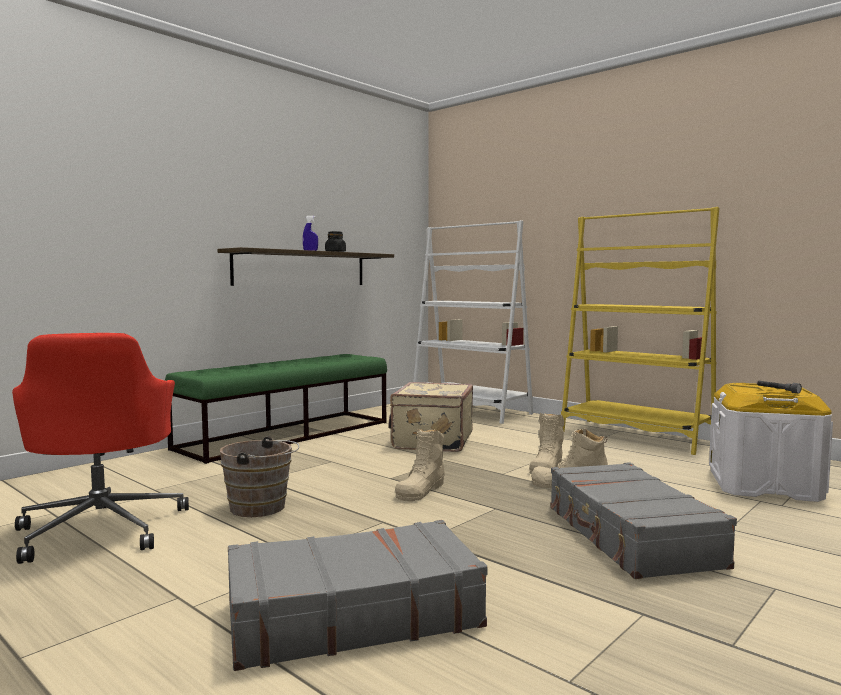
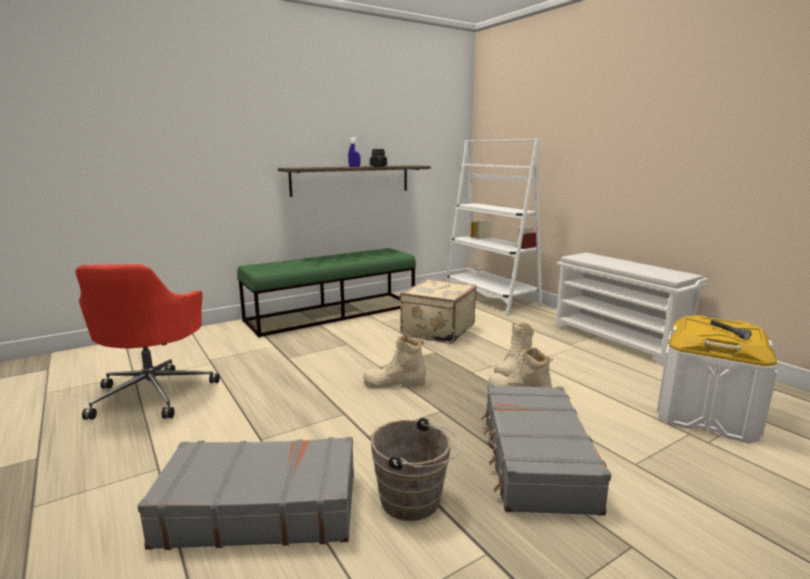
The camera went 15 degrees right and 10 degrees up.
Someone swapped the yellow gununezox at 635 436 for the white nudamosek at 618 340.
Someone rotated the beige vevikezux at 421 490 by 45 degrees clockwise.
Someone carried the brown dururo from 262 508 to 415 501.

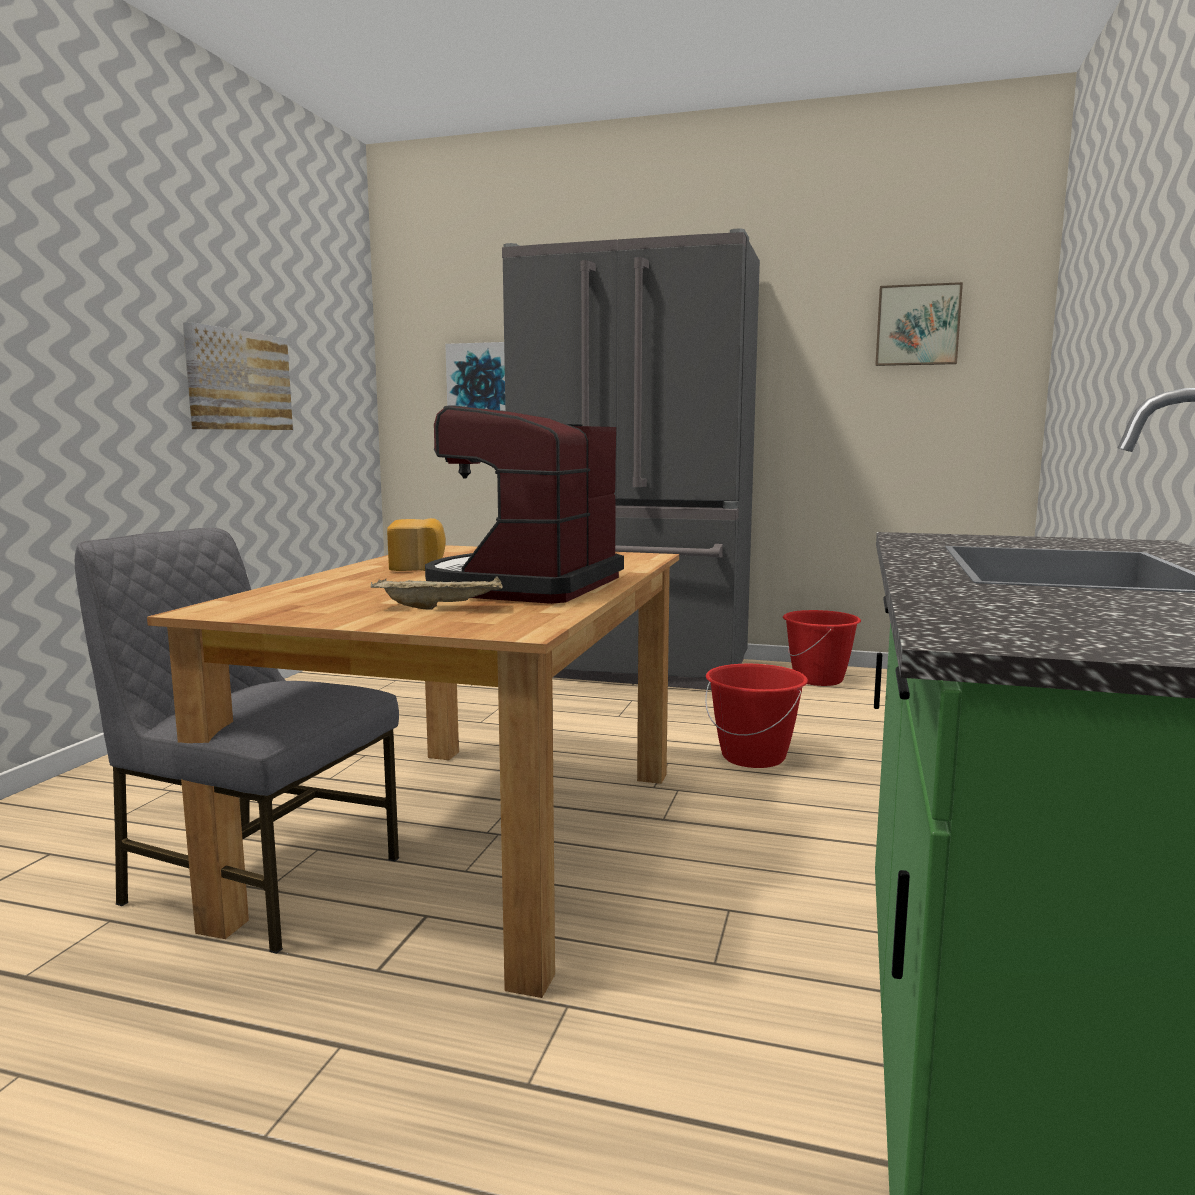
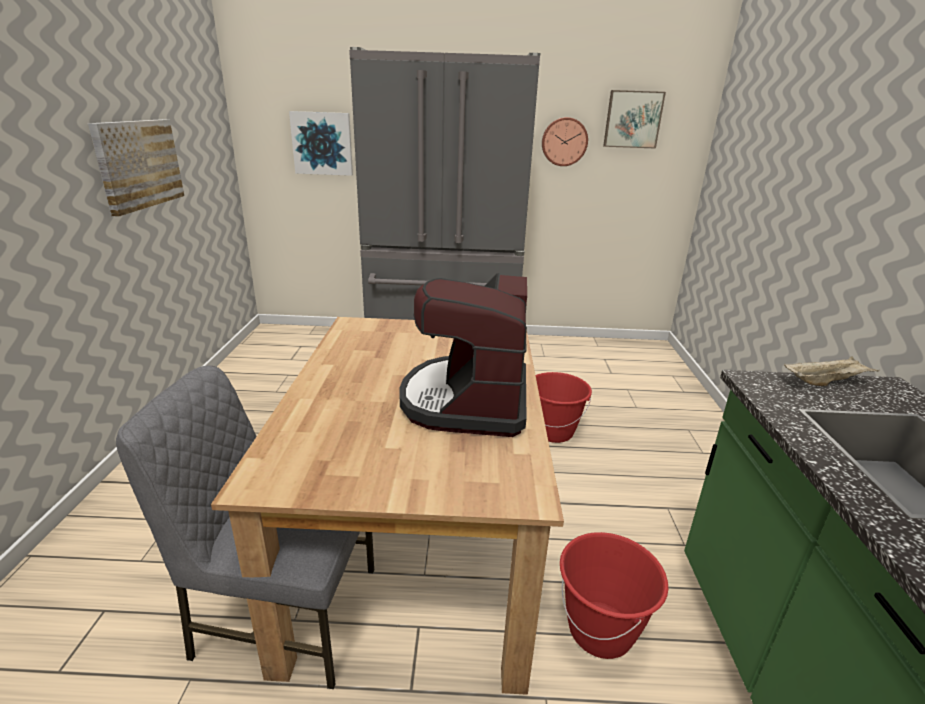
The camera went 15 degrees left and 15 degrees up.
Someone took away the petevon at 419 565.
Someone carried the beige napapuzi from 441 607 to 825 382.
Someone carried the red dururo from 818 679 to 600 630.
Someone put up the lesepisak at 564 141.

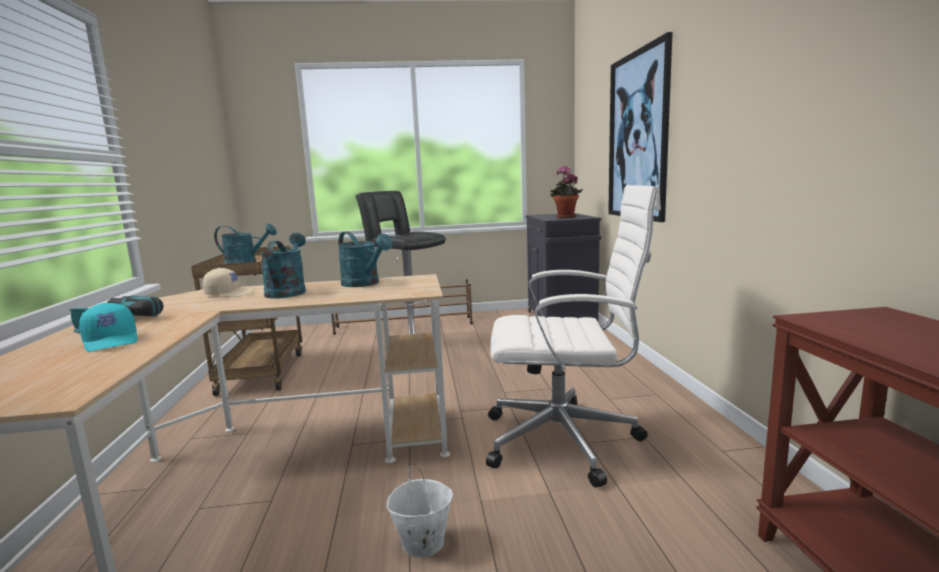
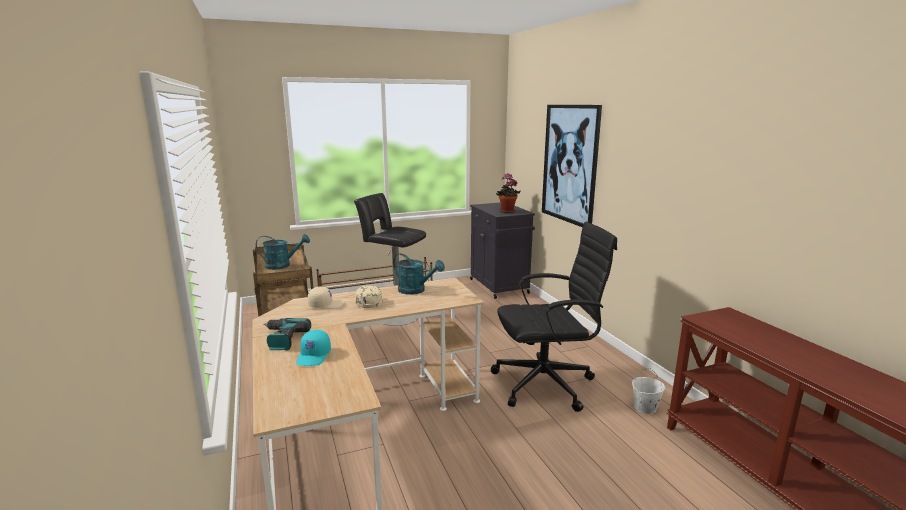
The camera went 15 degrees left and 5 degrees up.
Someone repainted the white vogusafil at 565 440, which became the black vogusafil at 546 384.
Someone swapped the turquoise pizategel at 288 291 for the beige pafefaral at 367 300.
Someone rotated the turquoise pafefaral at 112 341 by 60 degrees clockwise.
Someone carried the white dururo from 422 543 to 645 408.

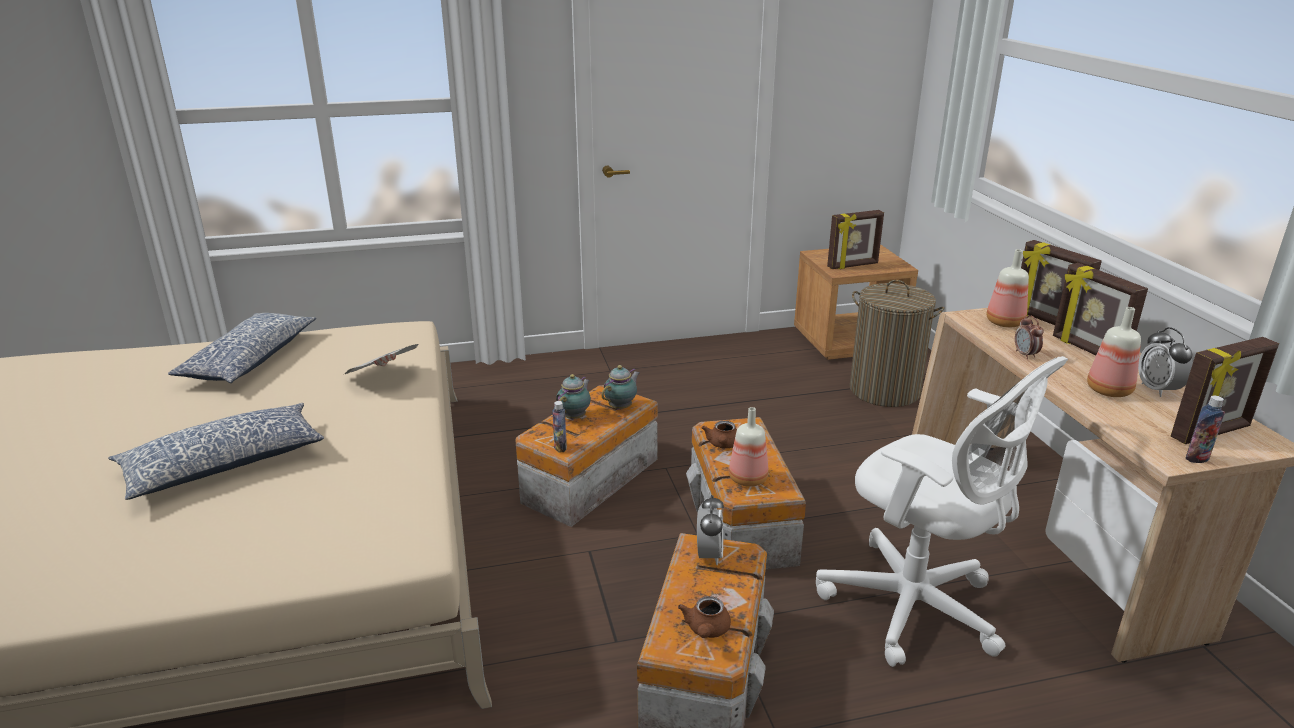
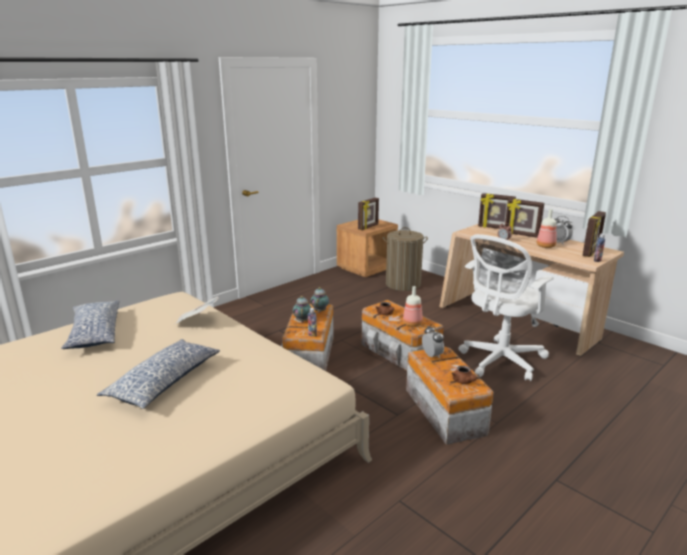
The camera went 30 degrees left and 5 degrees down.
Someone took away the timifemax at 1004 322.
Someone rotated the white vogusafil at 917 609 by 120 degrees clockwise.

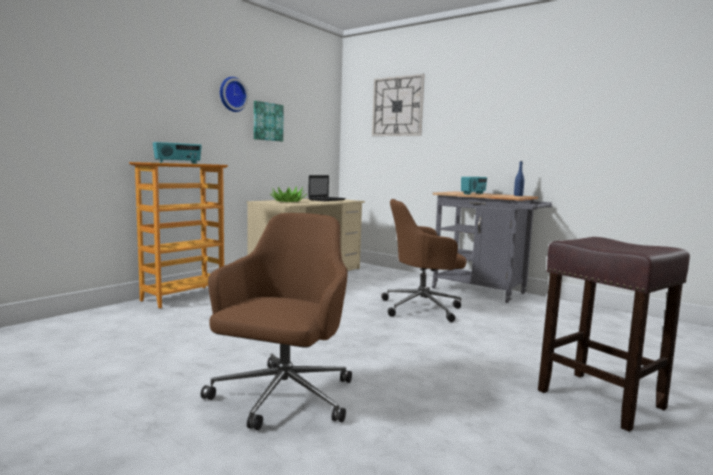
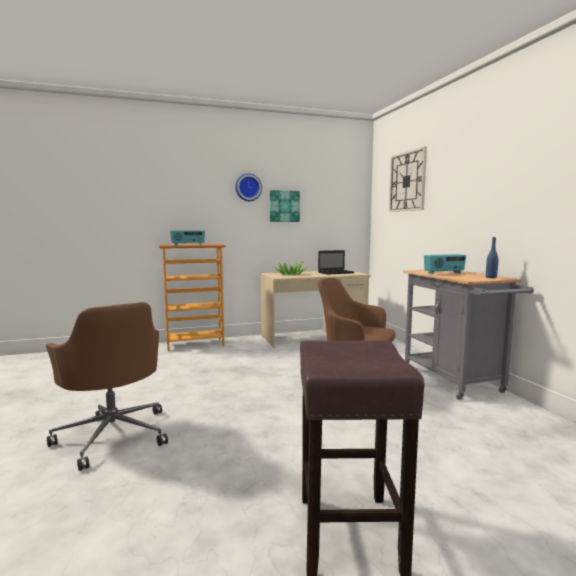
The camera went 35 degrees right and 0 degrees up.
Someone rotated the brown vogusafil at 282 398 by 90 degrees clockwise.

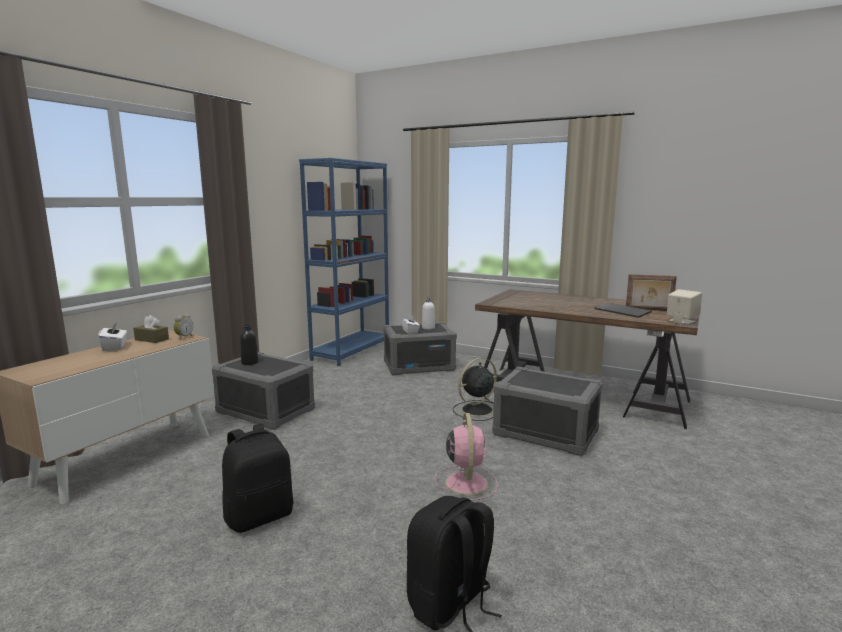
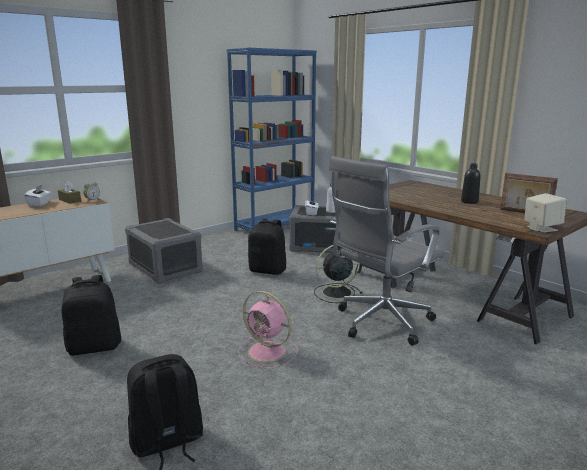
The camera went 20 degrees right and 5 degrees up.
Someone took away the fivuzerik at 623 311.
Someone carried the black timifemax from 250 362 to 469 202.
Someone swapped the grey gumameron at 544 433 for the grey vogusafil at 380 323.
Someone rotated the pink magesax at 466 482 by 105 degrees clockwise.
Someone put down the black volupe at 268 270.

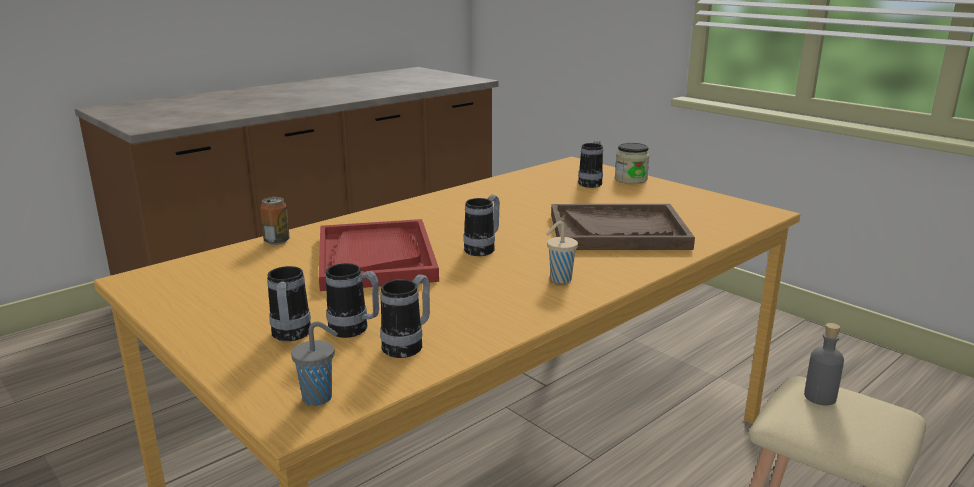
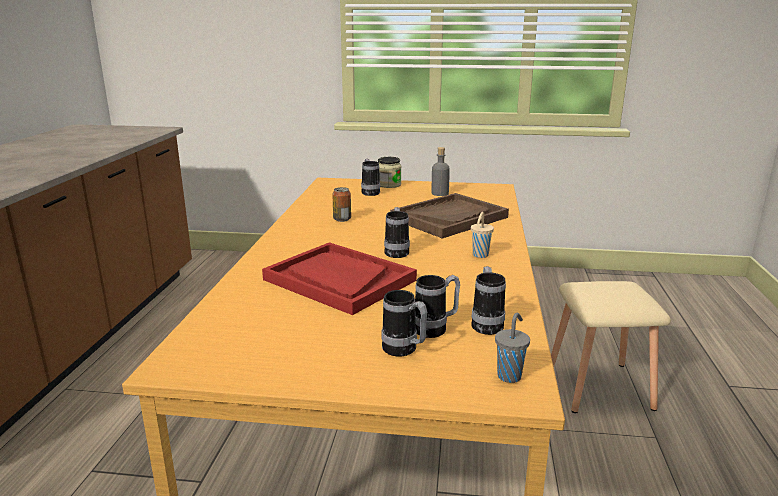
The camera went 40 degrees left and 0 degrees up.
Someone carried the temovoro from 277 241 to 342 219.
Someone carried the grey timifemax from 819 397 to 440 193.

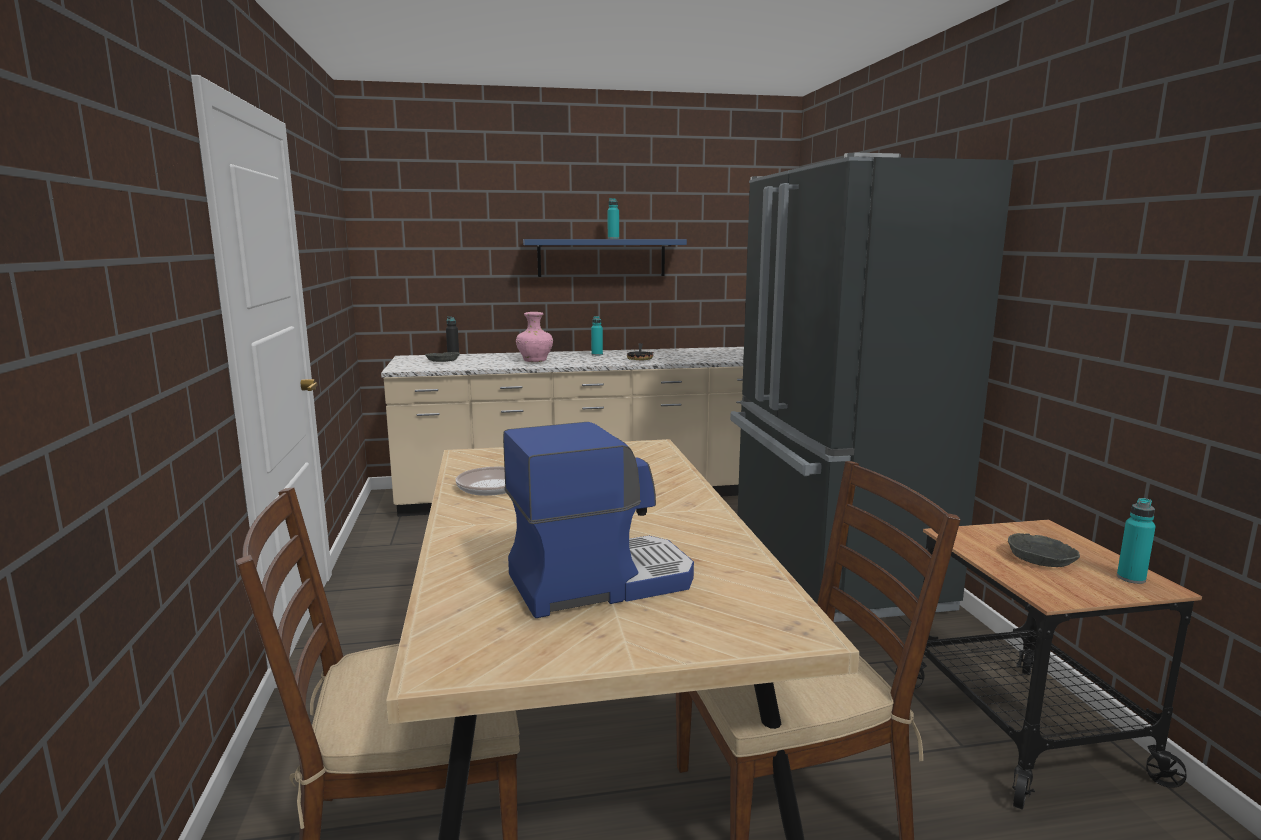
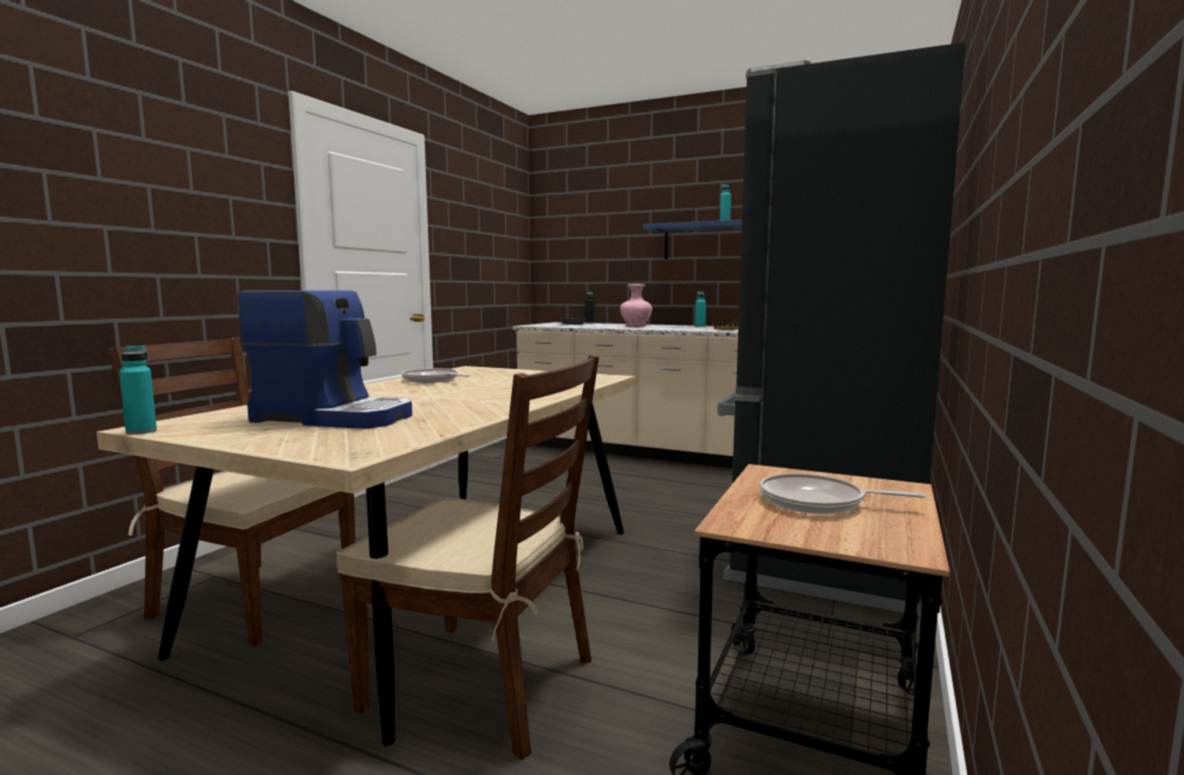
The camera went 35 degrees right and 5 degrees down.
Someone carried the turquoise timifemax from 1131 578 to 141 431.
Someone swapped the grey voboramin at 1042 558 for the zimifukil at 817 502.

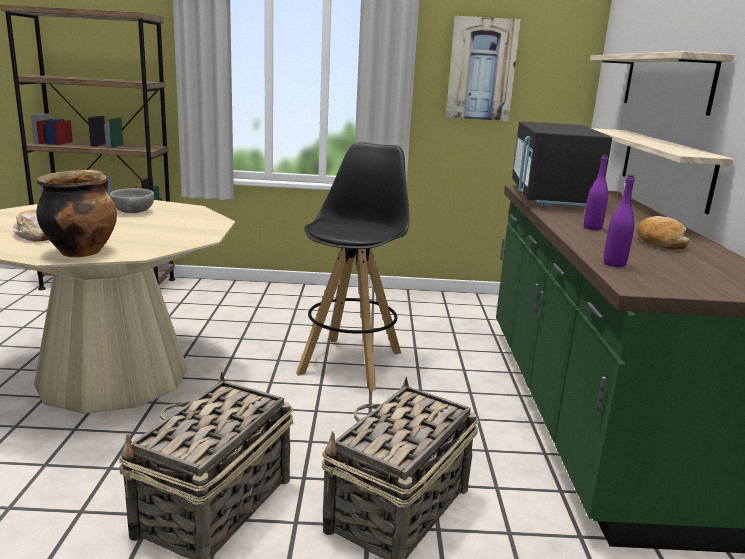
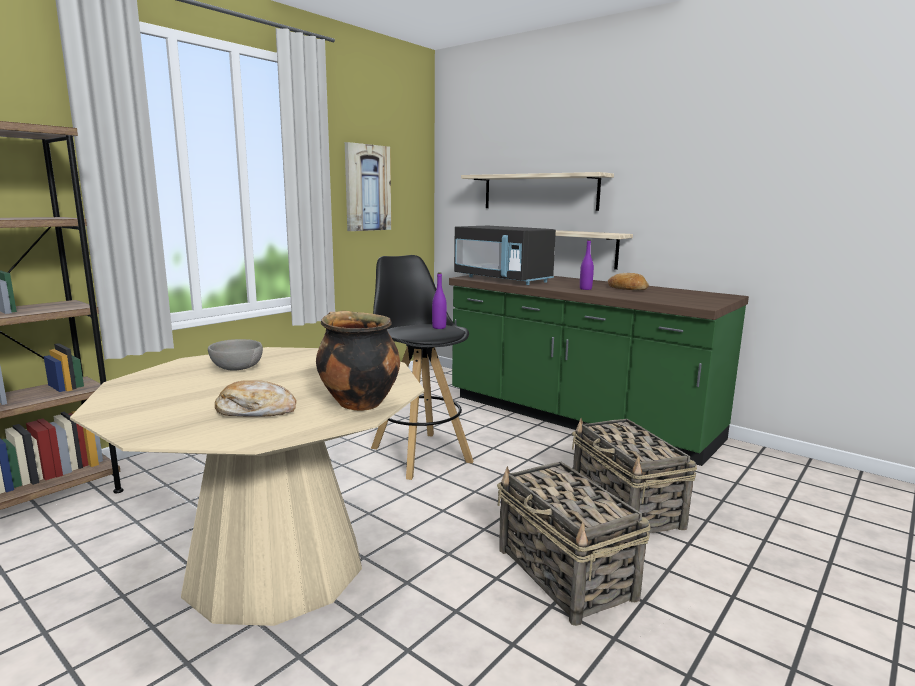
The camera went 50 degrees left and 5 degrees down.
Someone carried the purple timifemax from 614 264 to 439 327.

